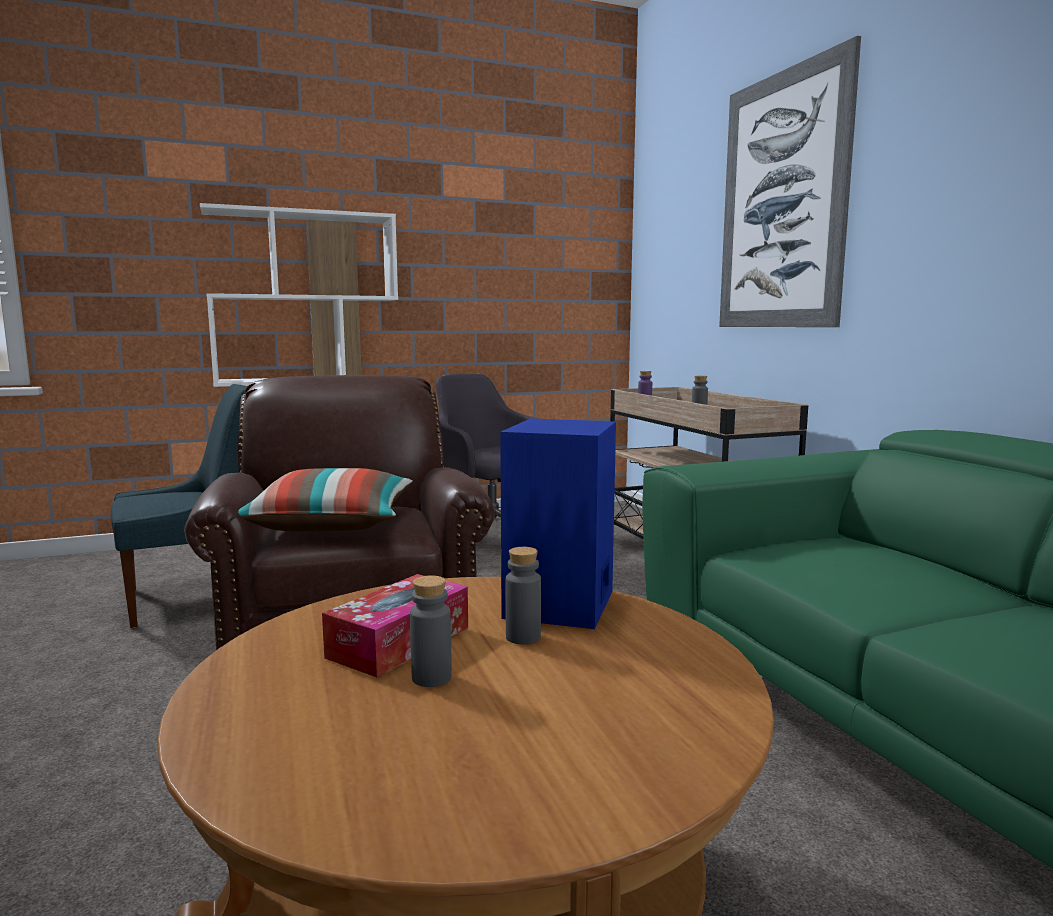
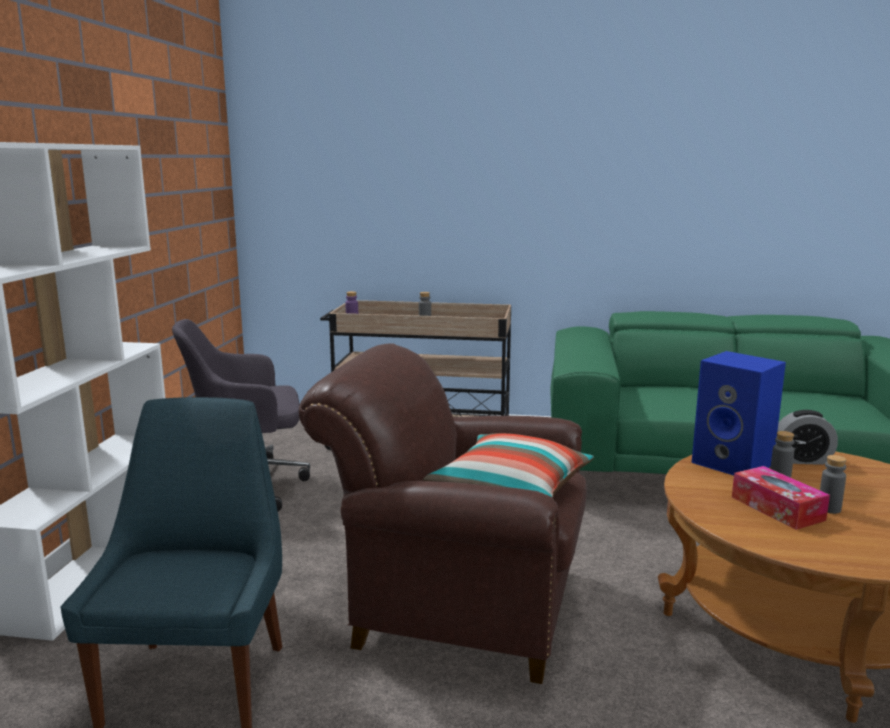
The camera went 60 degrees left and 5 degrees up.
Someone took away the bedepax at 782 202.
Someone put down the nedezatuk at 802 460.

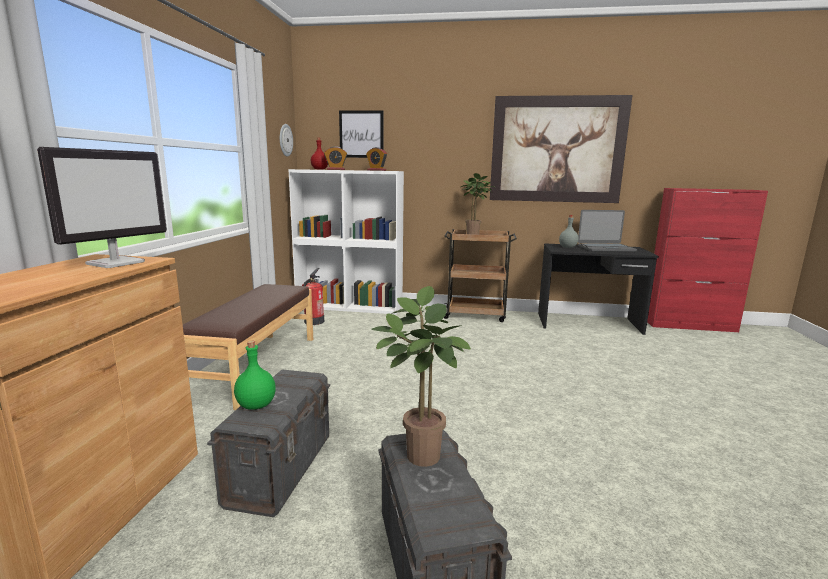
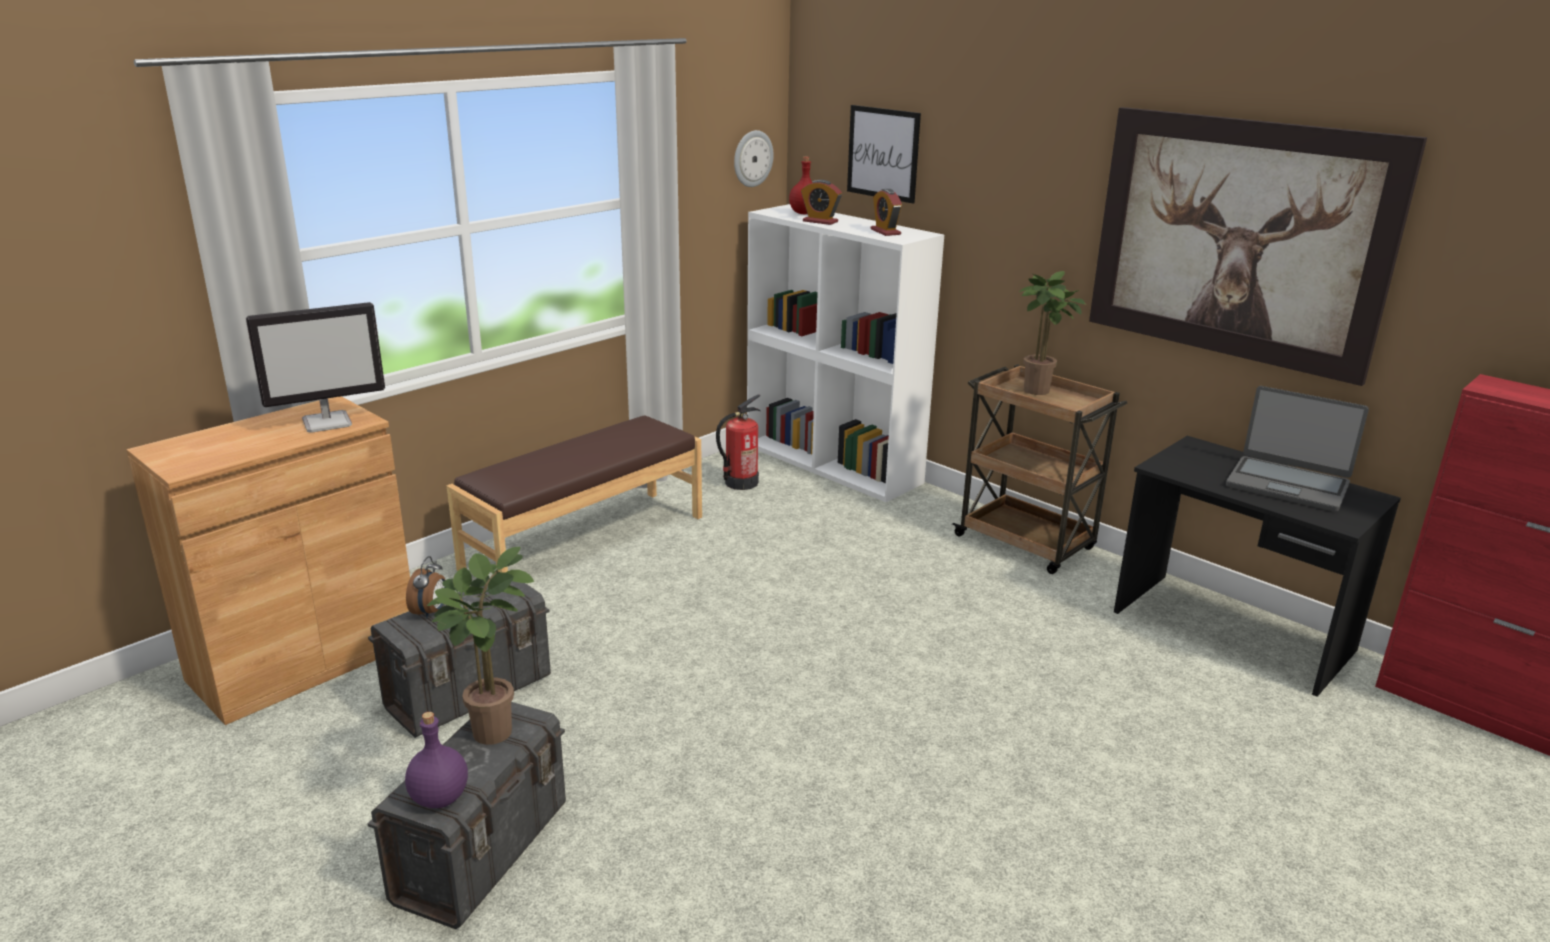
The camera went 35 degrees right and 10 degrees up.
Someone took away the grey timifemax at 567 247.
Someone swapped the green timifemax at 255 405 for the nedezatuk at 431 612.
Someone put down the purple timifemax at 438 799.

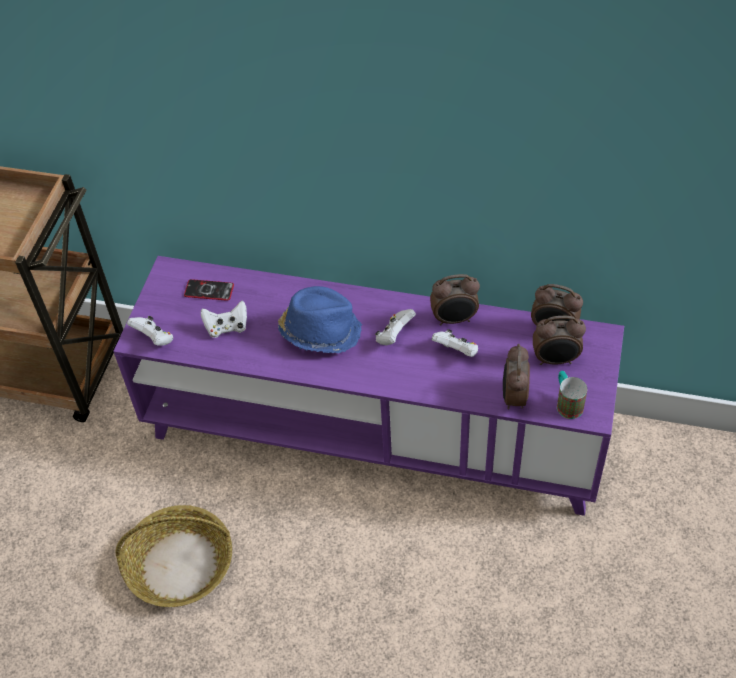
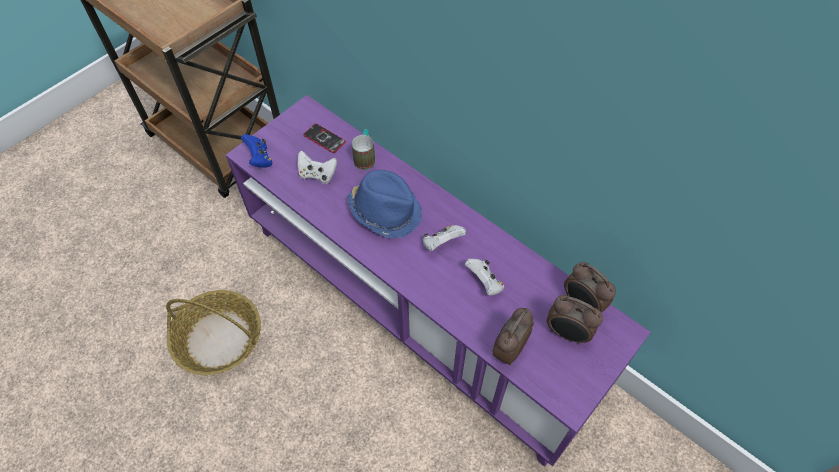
The camera went 25 degrees right and 5 degrees up.
Someone took away the nedezatuk at 454 319.
Someone repainted the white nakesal at 154 339, which became the blue nakesal at 259 159.
Someone carried the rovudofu from 567 403 to 365 157.

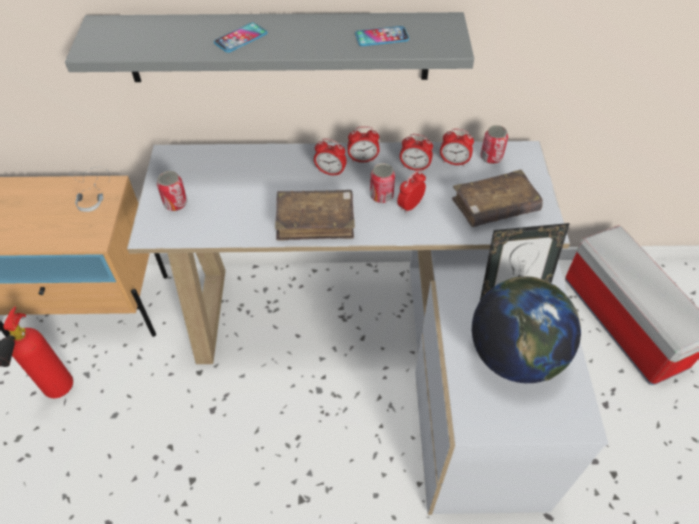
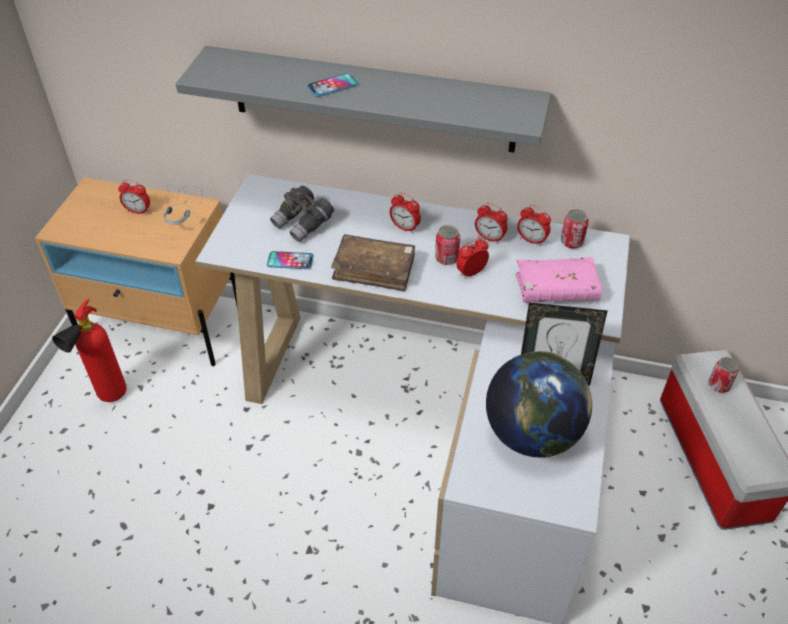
The camera went 15 degrees right and 5 degrees down.
Someone carried the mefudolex from 381 37 to 290 261.
Someone carried the nedezatuk from 363 159 to 138 211.
Someone repainted the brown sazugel at 494 207, which became the pink sazugel at 556 289.
Someone carried the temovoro from 176 203 to 719 385.
Someone put down the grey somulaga at 303 224.

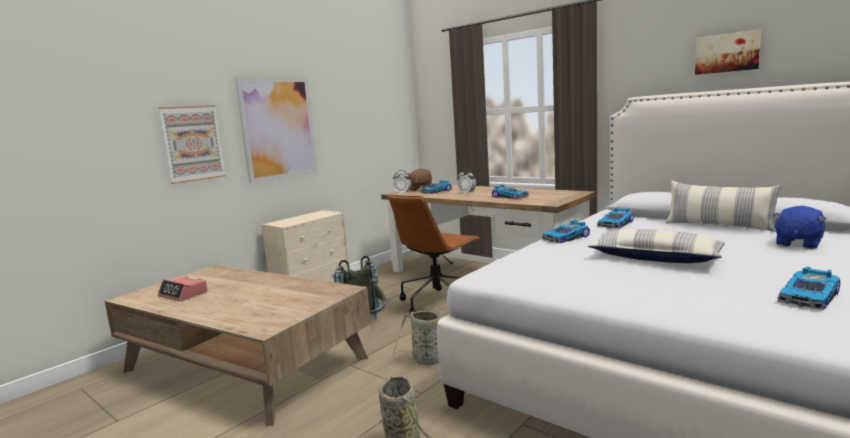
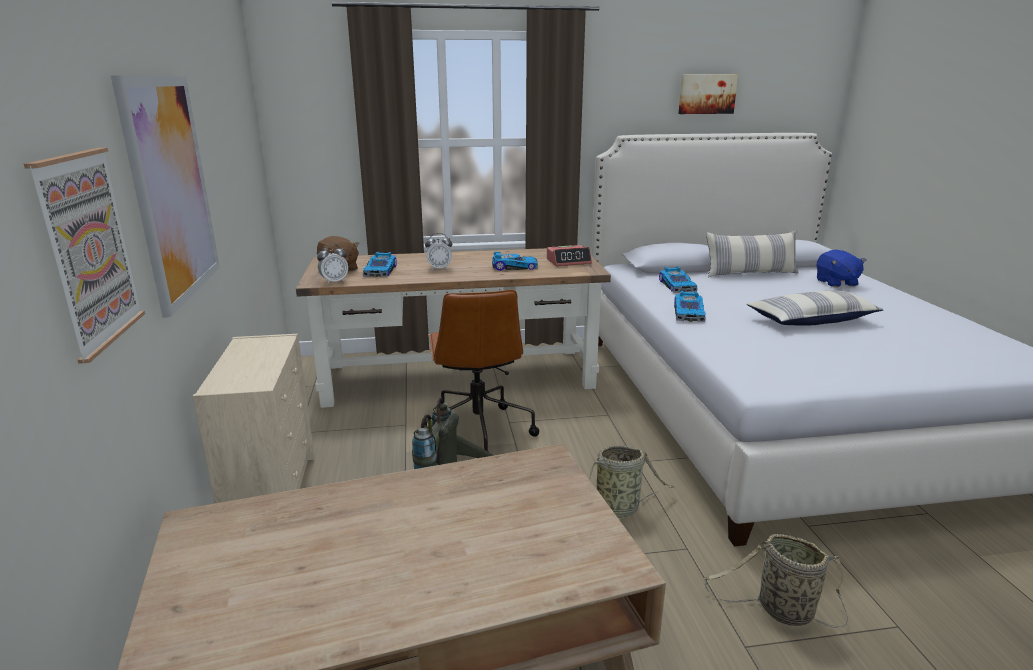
The camera went 50 degrees left and 10 degrees up.
Someone took away the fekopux at 810 297.
Someone carried the nedezatuk from 183 294 to 569 261.

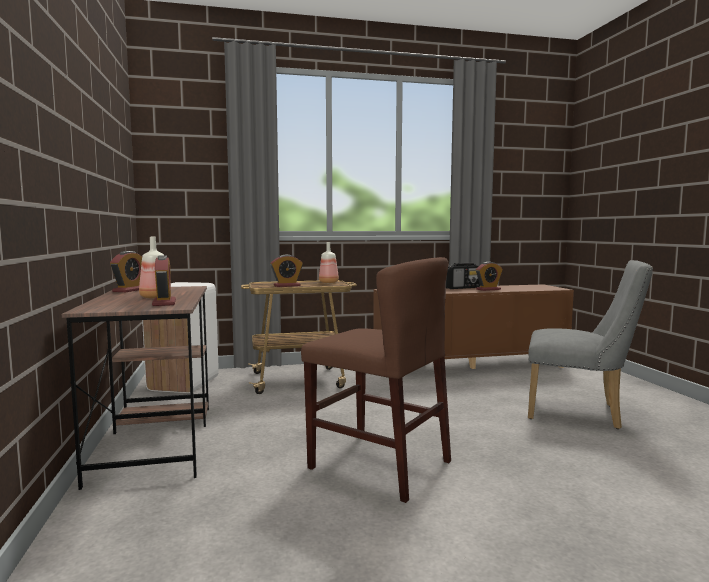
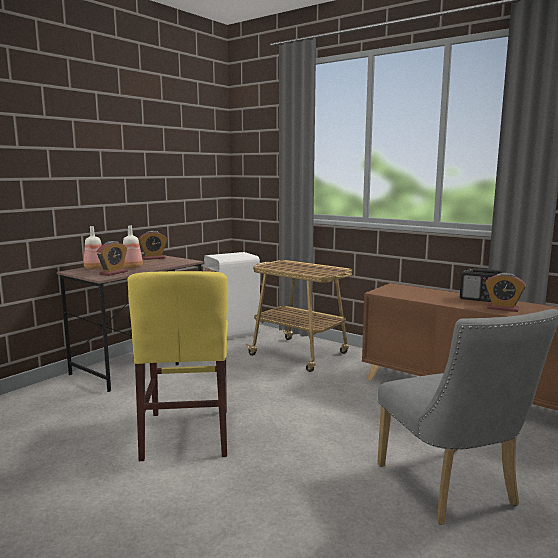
The camera went 50 degrees right and 5 degrees up.
Someone carried the timifemax from 329 282 to 95 268.
Someone took away the nedezatuk at 287 285.
Someone repainted the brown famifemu at 379 465, which became the yellow famifemu at 187 433.

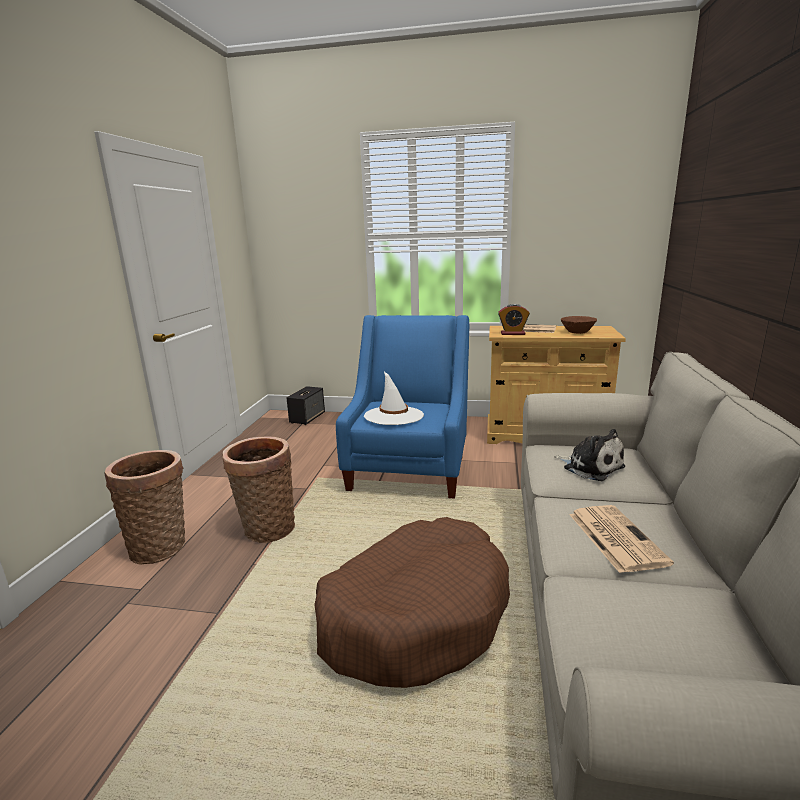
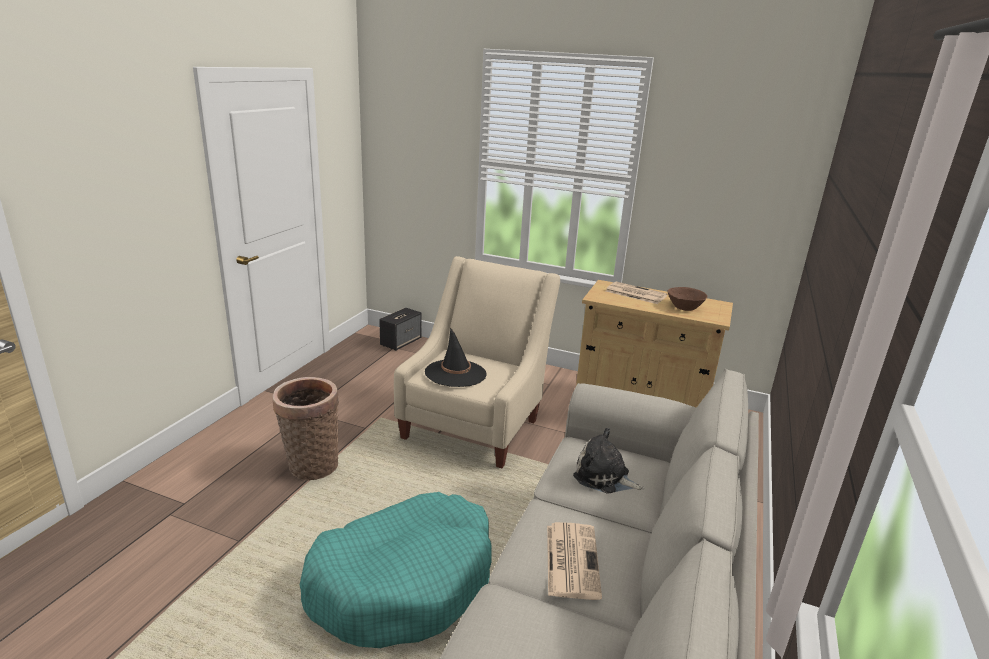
The camera went 10 degrees right and 5 degrees up.
Someone took away the nedezatuk at 512 333.
Someone repainted the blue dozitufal at 410 468, which became the beige dozitufal at 475 424.
Someone repainted the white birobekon at 394 416, which became the black birobekon at 455 373.
Someone rotated the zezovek at 590 467 by 150 degrees clockwise.
Someone took away the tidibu at 161 546.
Someone repainted the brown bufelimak at 415 615, which became the turquoise bufelimak at 404 582.

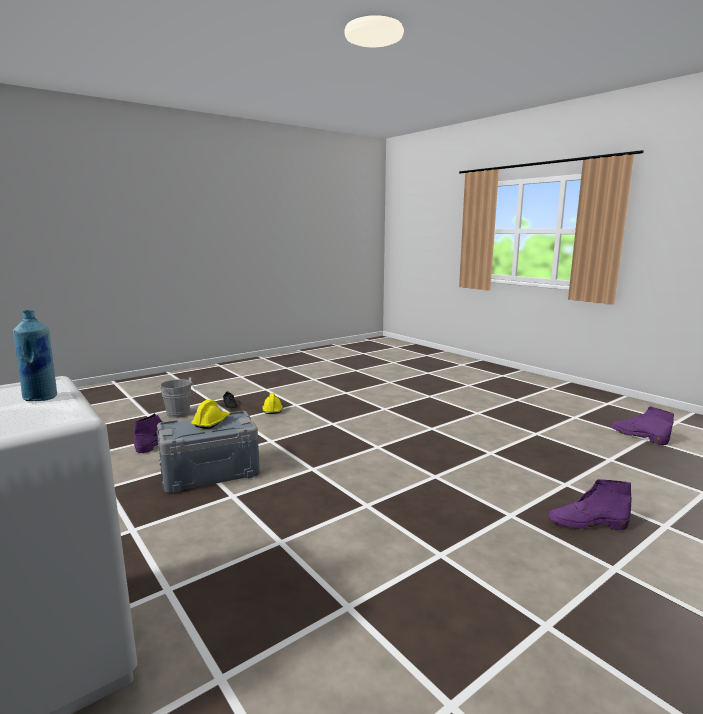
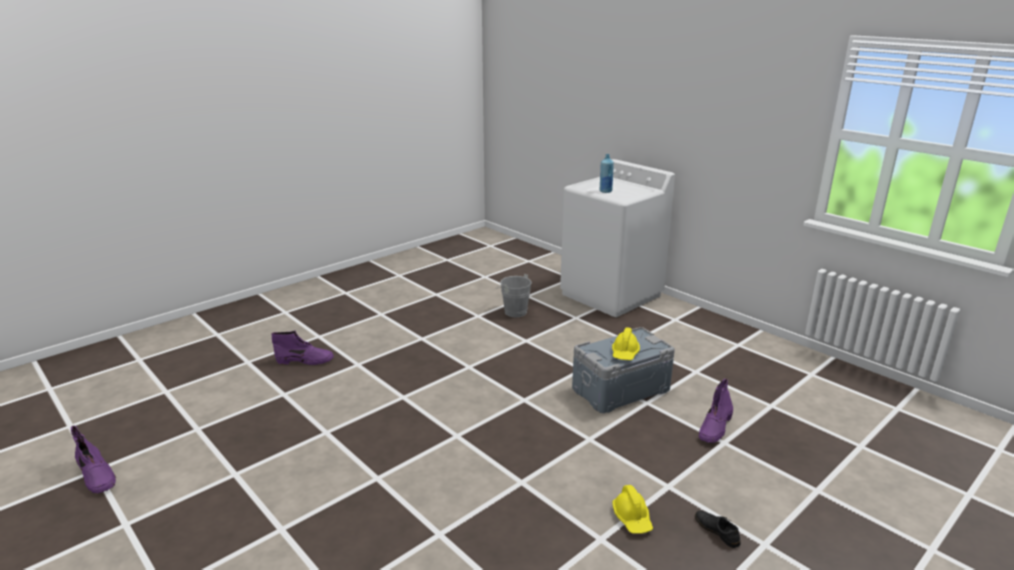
The camera went 175 degrees right and 10 degrees up.
Someone carried the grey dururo from 179 415 to 513 311.

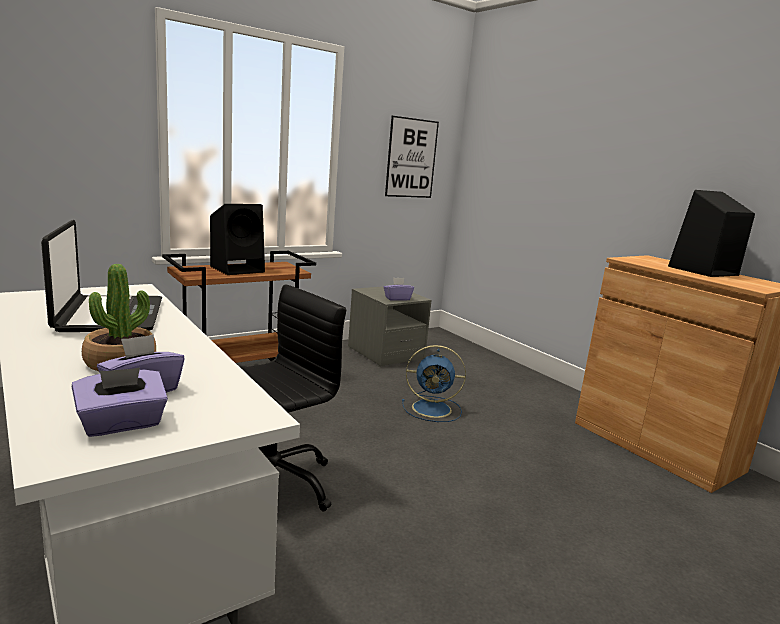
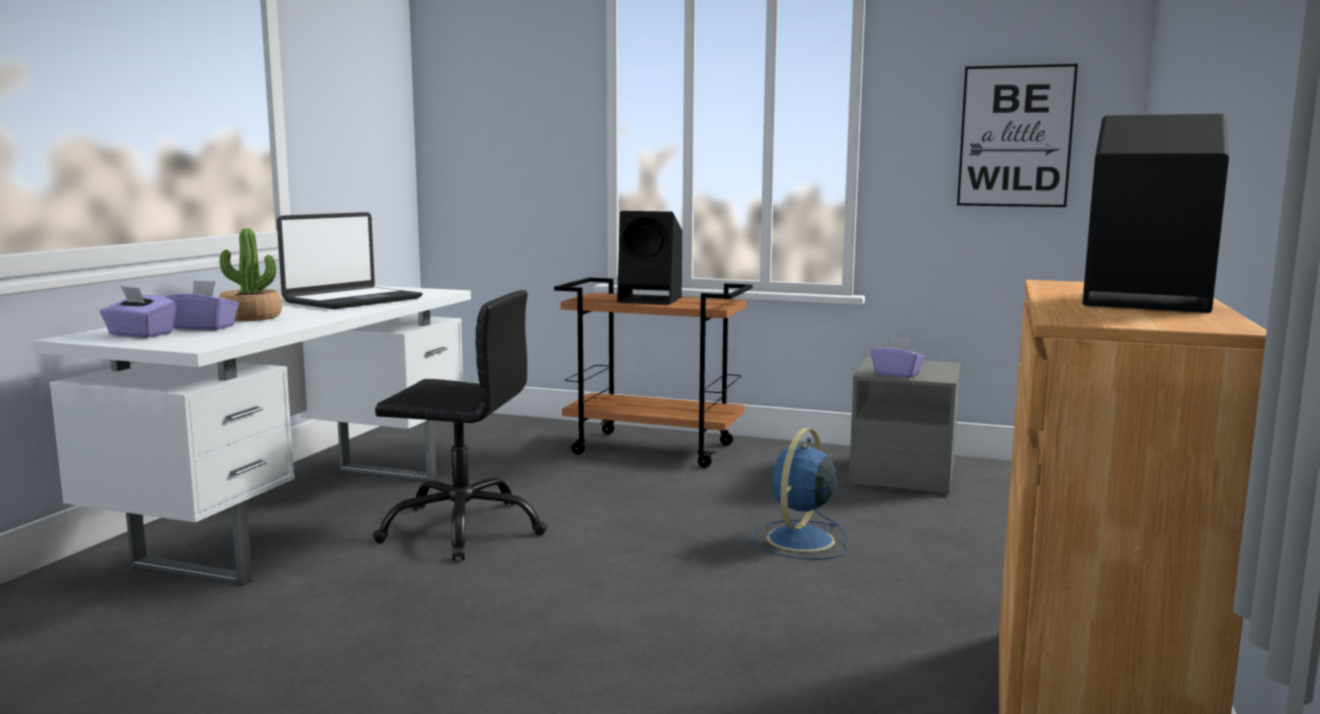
The camera went 55 degrees right and 5 degrees down.
Someone rotated the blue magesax at 433 409 by 60 degrees clockwise.

